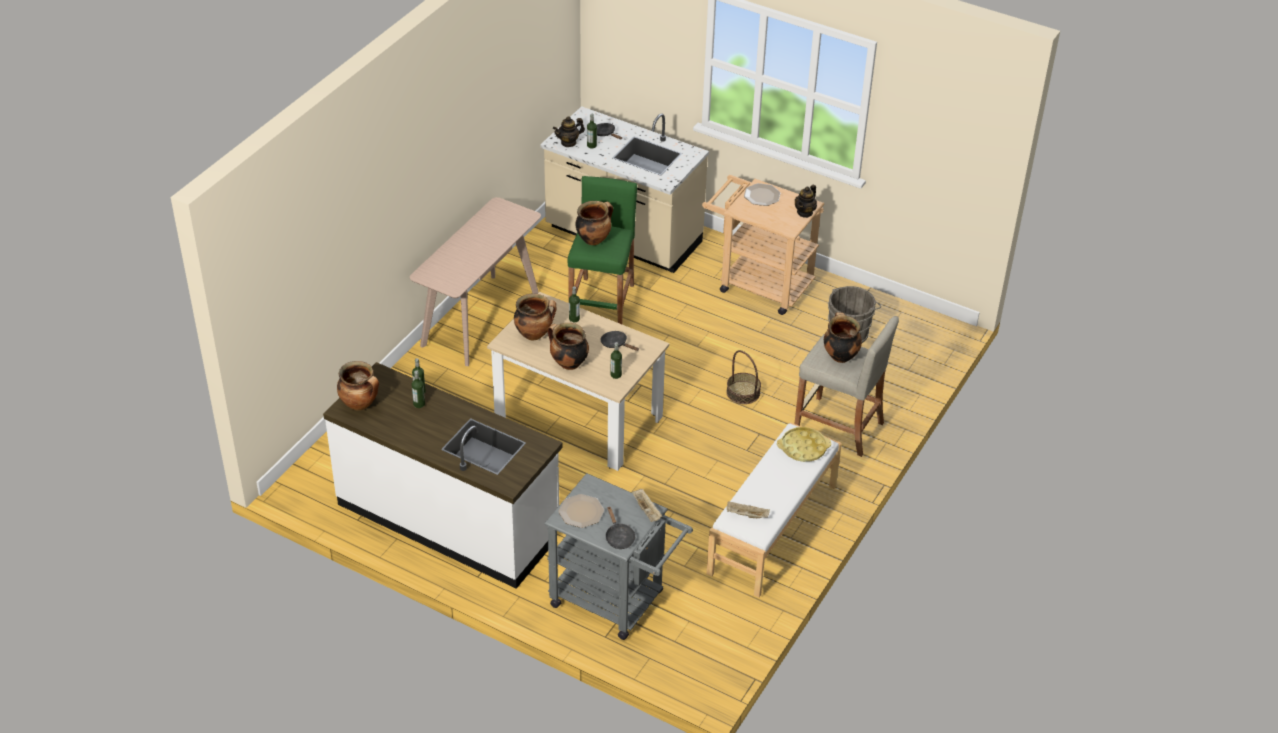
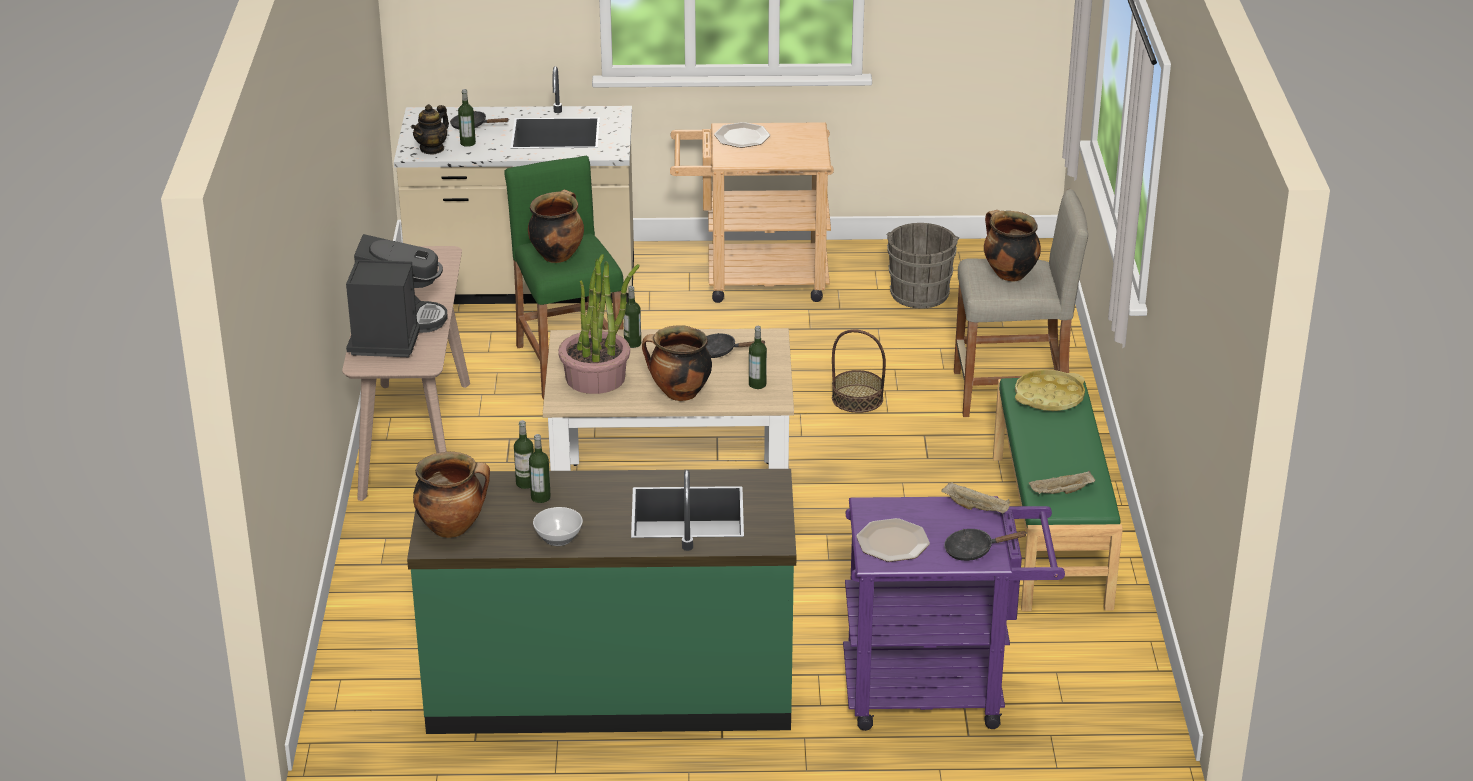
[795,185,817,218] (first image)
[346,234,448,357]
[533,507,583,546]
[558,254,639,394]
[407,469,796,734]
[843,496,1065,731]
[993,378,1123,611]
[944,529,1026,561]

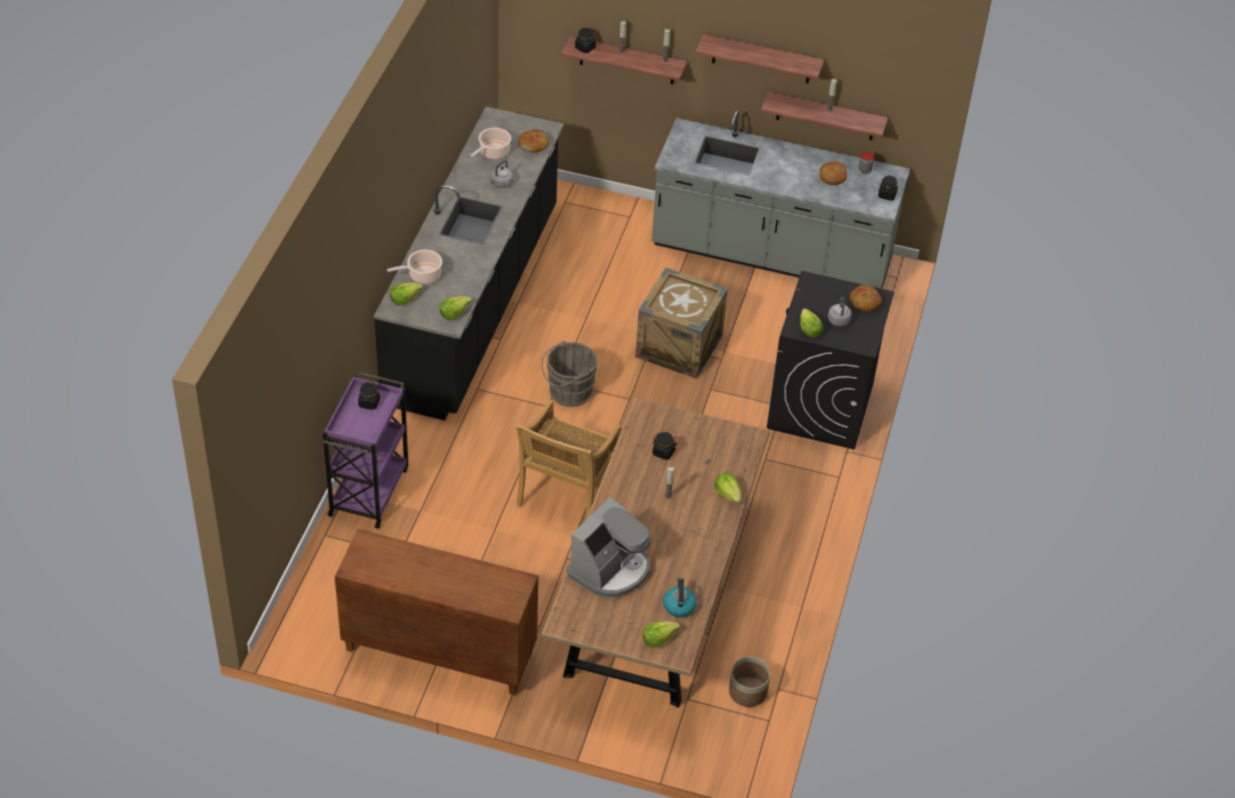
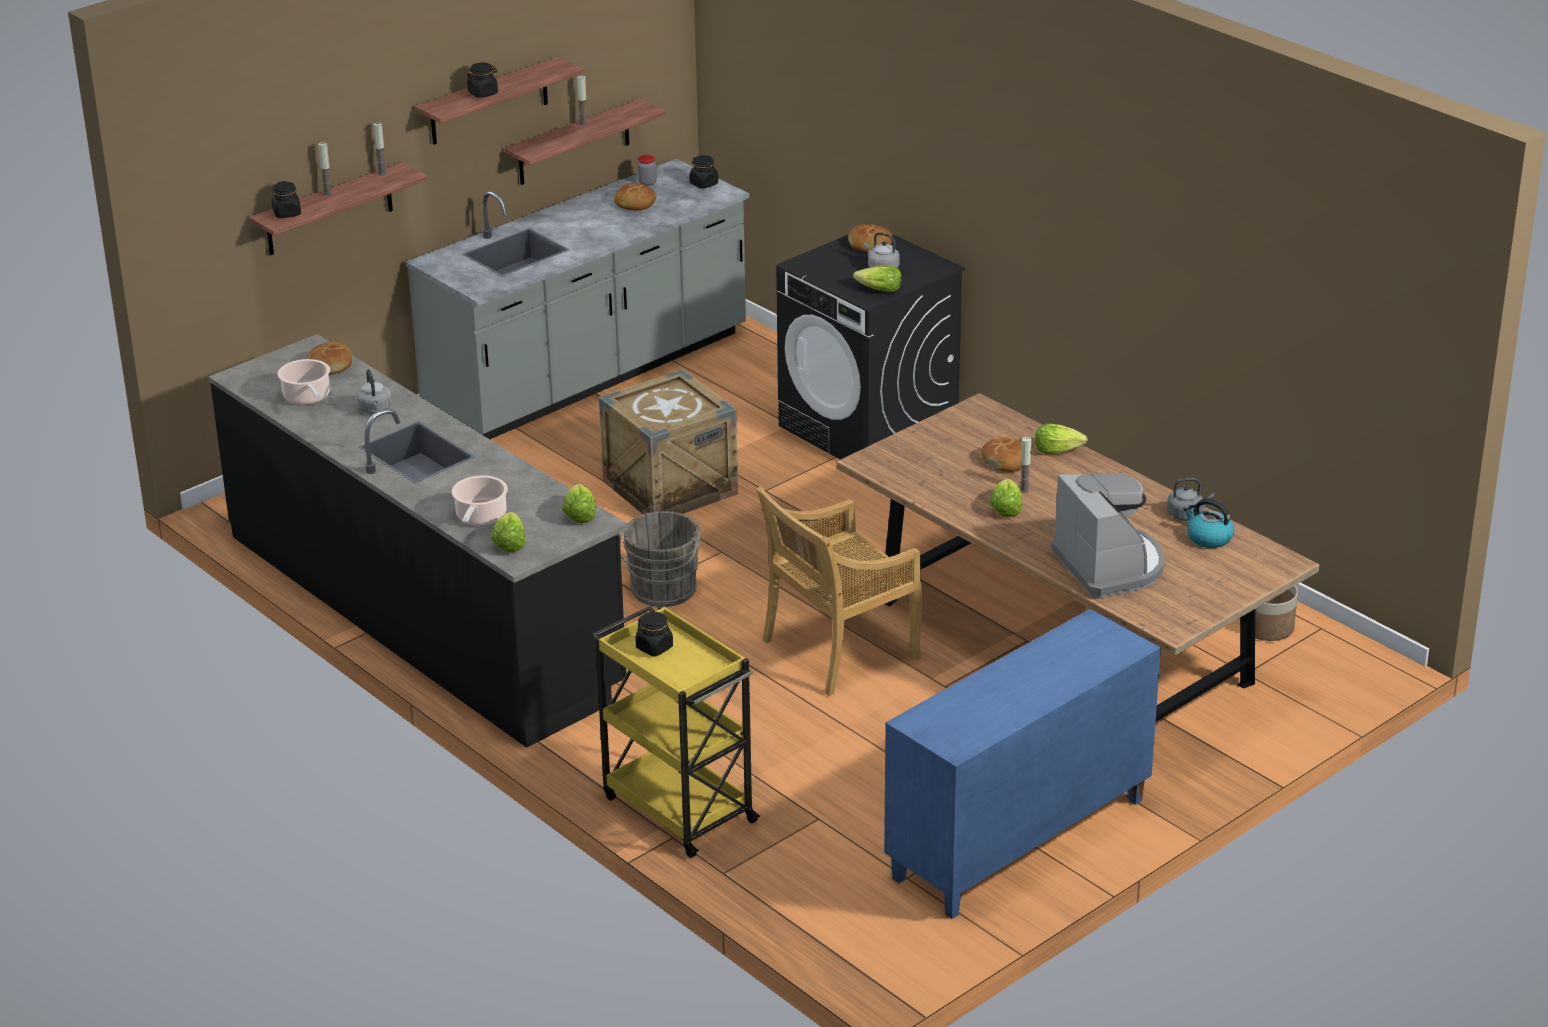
[981,437,1022,472]
[1167,478,1214,521]
[990,479,1023,517]
[467,62,498,98]
[592,604,760,858]
[884,609,1161,919]
[756,486,922,696]

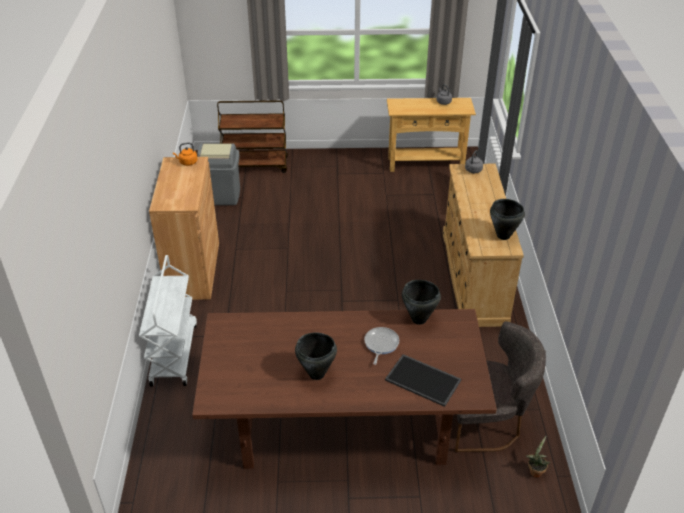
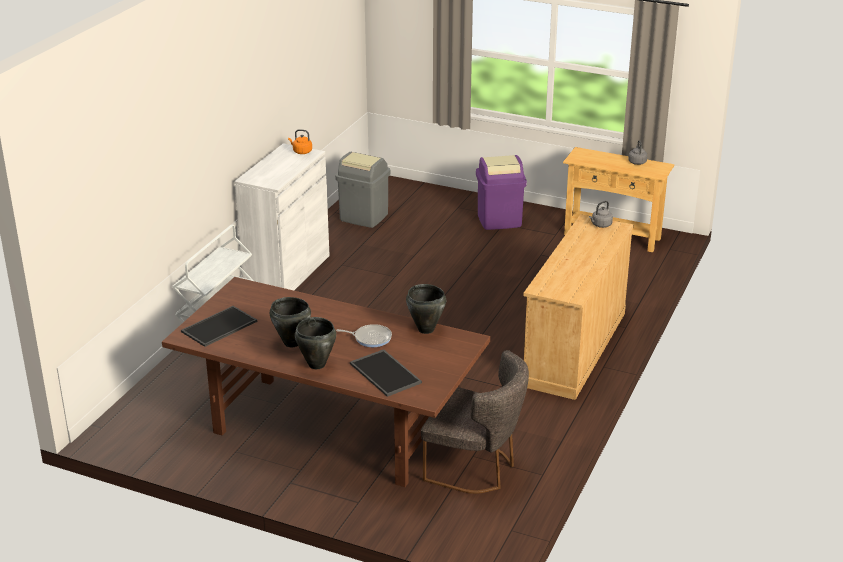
[217,100,288,173] (first image)
[526,436,550,478] (first image)
[181,306,257,347]
[476,155,527,230]
[295,317,336,369]
[234,143,330,290]
[336,324,392,347]

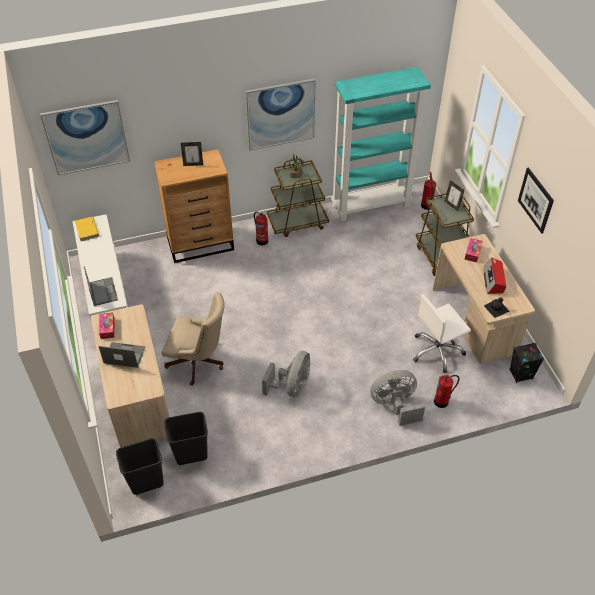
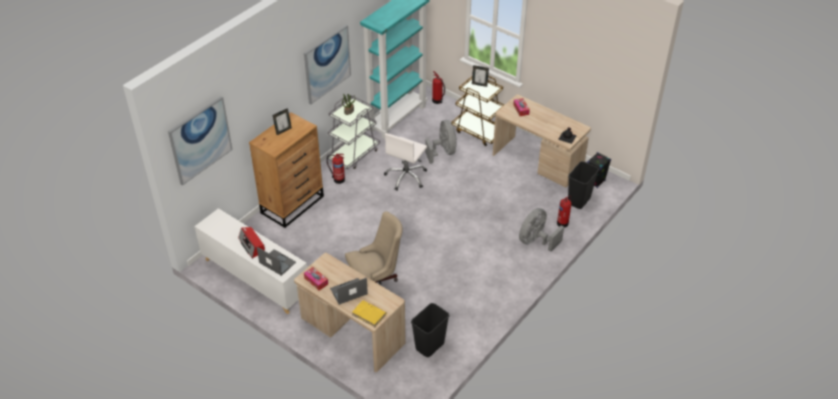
[518,167,554,234] (first image)
[352,300,387,327]
[568,161,599,209]
[425,120,457,164]
[384,133,427,190]
[238,227,265,259]
[327,96,380,169]

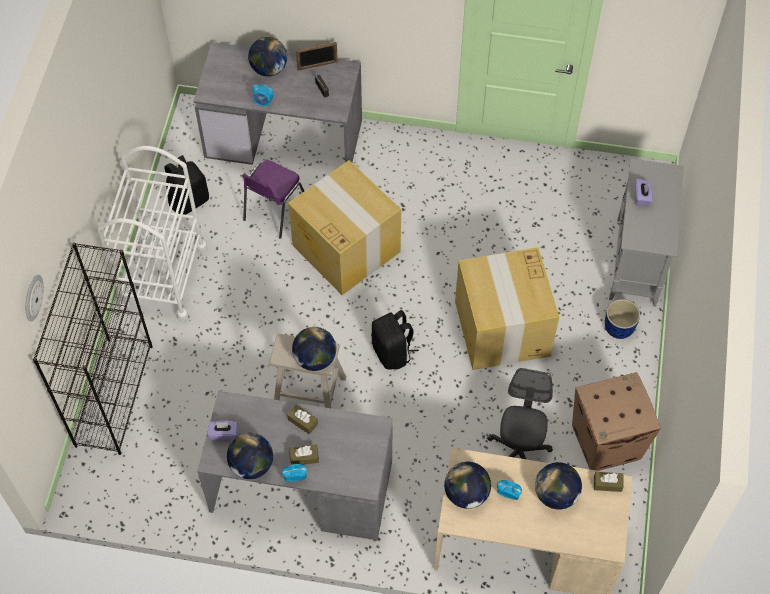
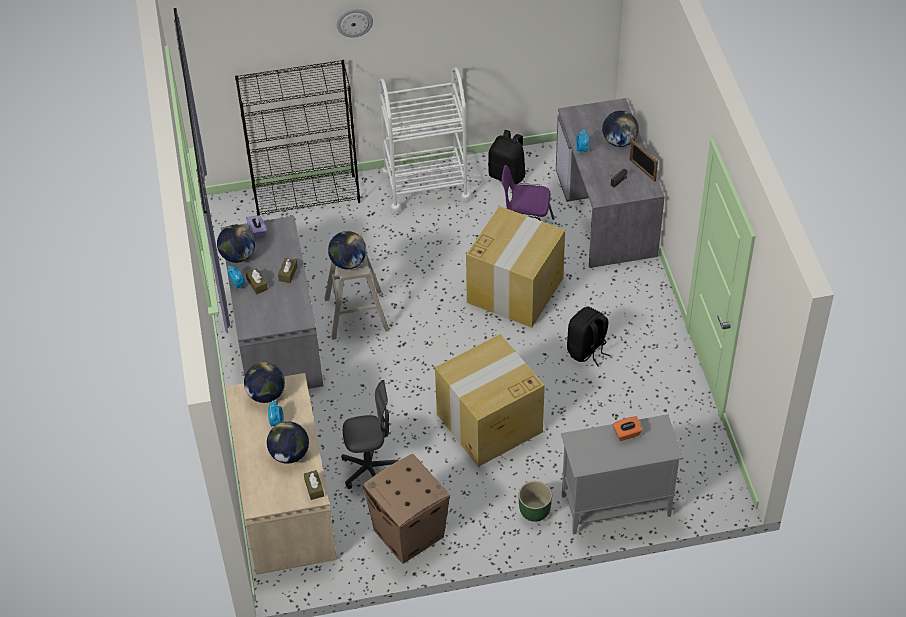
[337,9,373,37]
[567,307,611,367]
[518,481,552,522]
[613,416,642,441]

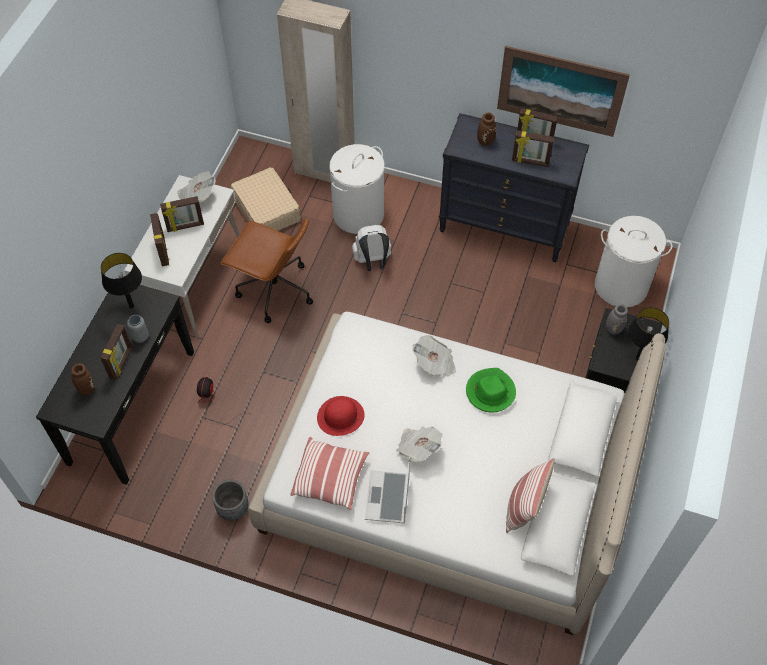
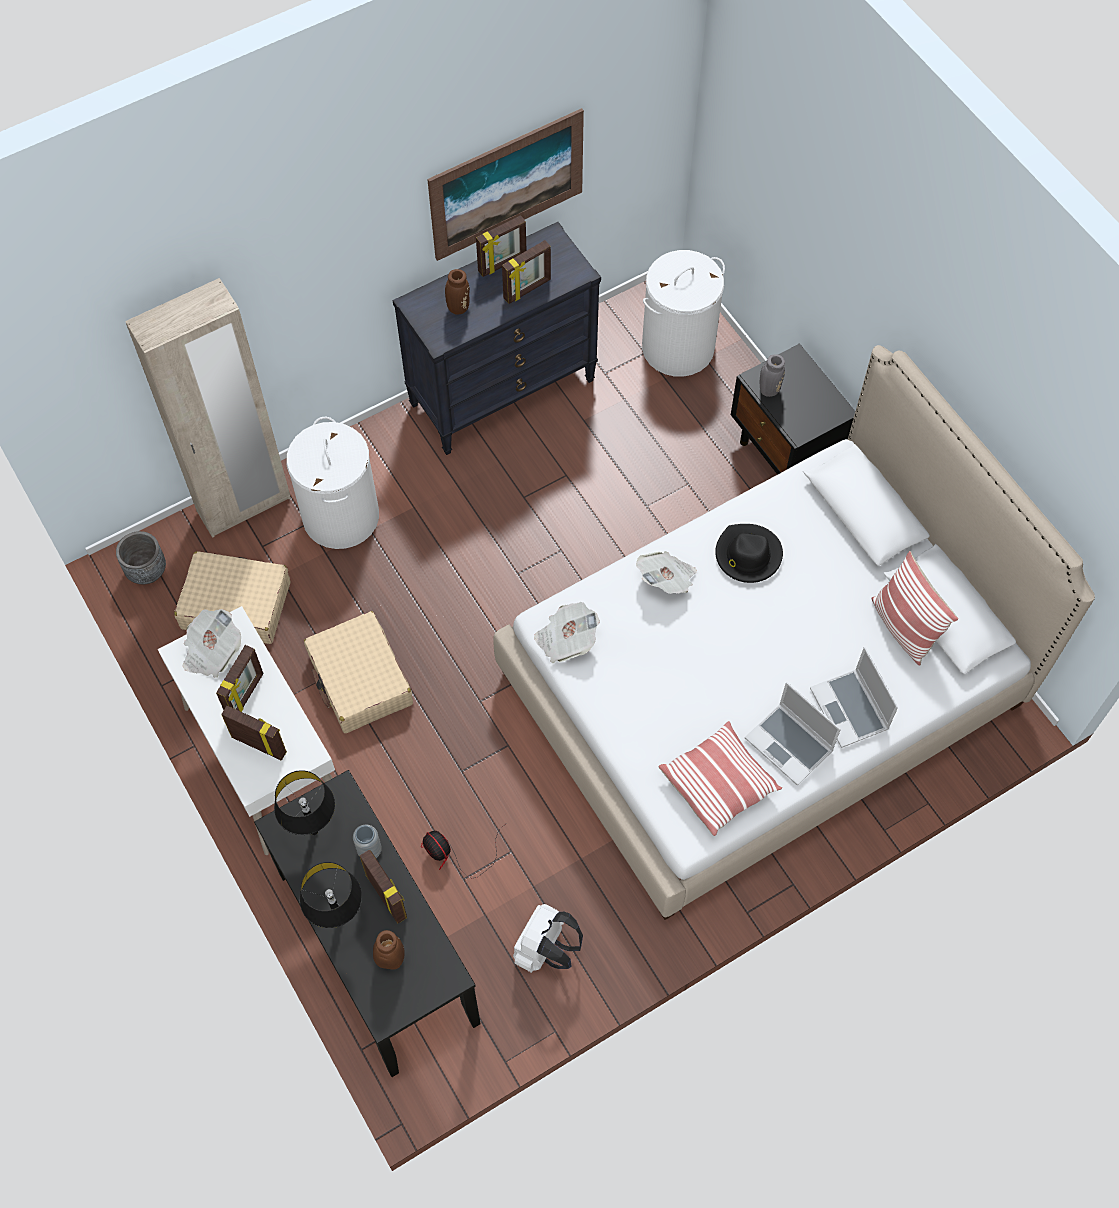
[317,396,365,436] (first image)
[810,647,898,748]
[116,531,166,584]
[513,904,583,973]
[534,602,600,663]
[300,862,362,928]
[304,611,413,733]
[715,524,783,583]

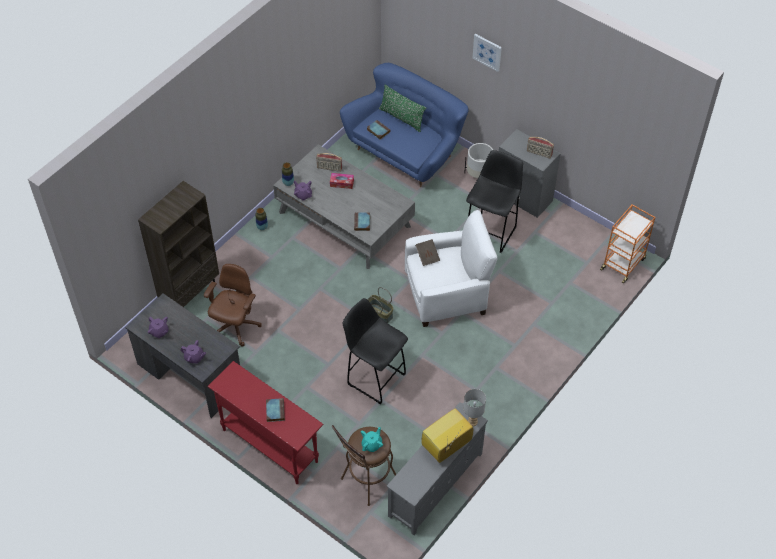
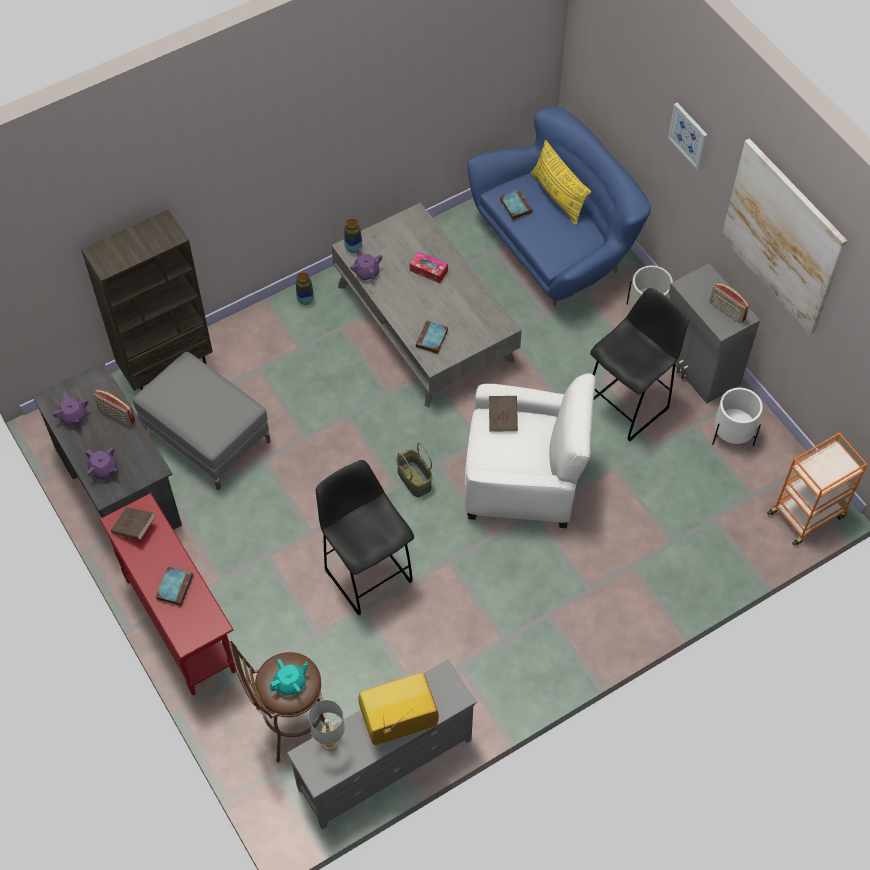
[111,507,156,540]
[712,388,763,446]
[721,139,847,335]
[93,389,135,426]
[308,700,345,750]
[133,351,271,490]
[531,140,591,225]

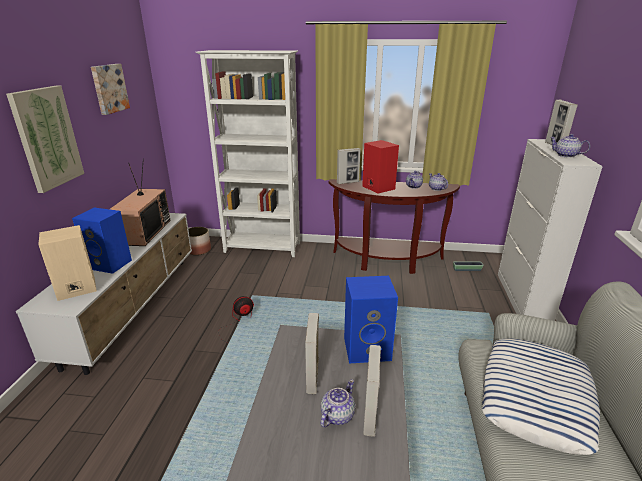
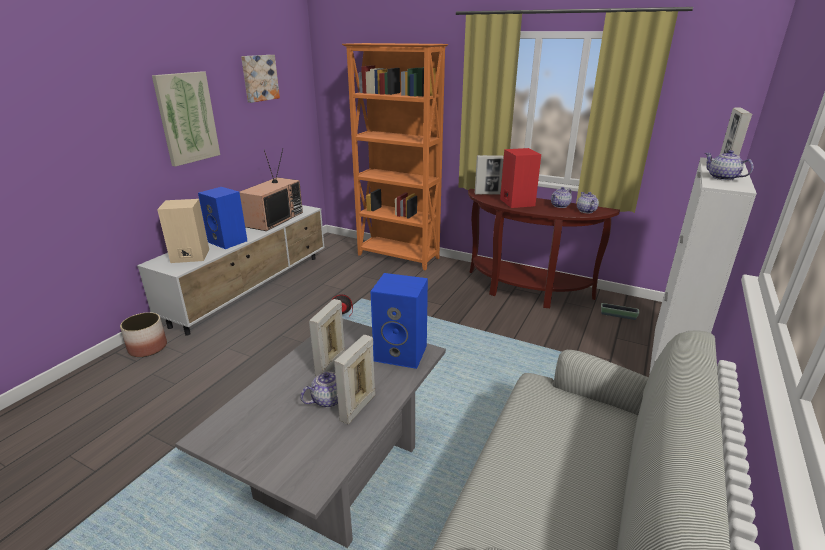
[482,338,600,455] (first image)
[120,312,167,357]
[342,43,448,270]

